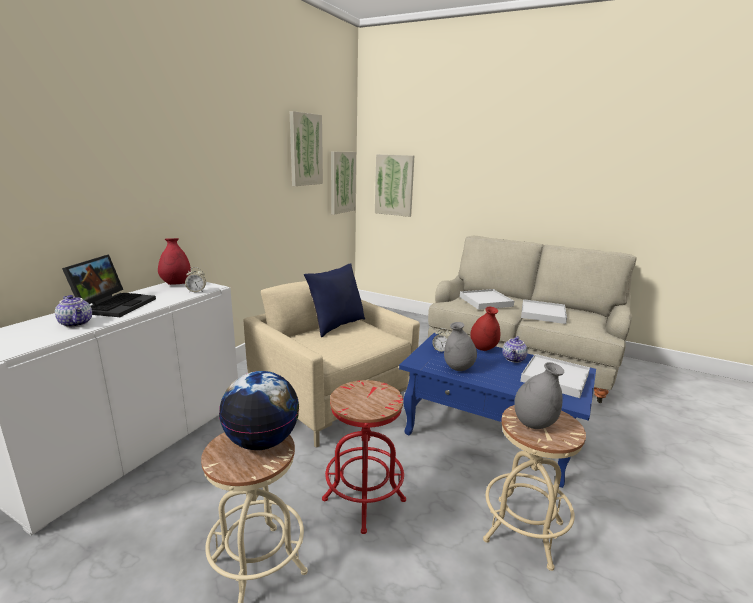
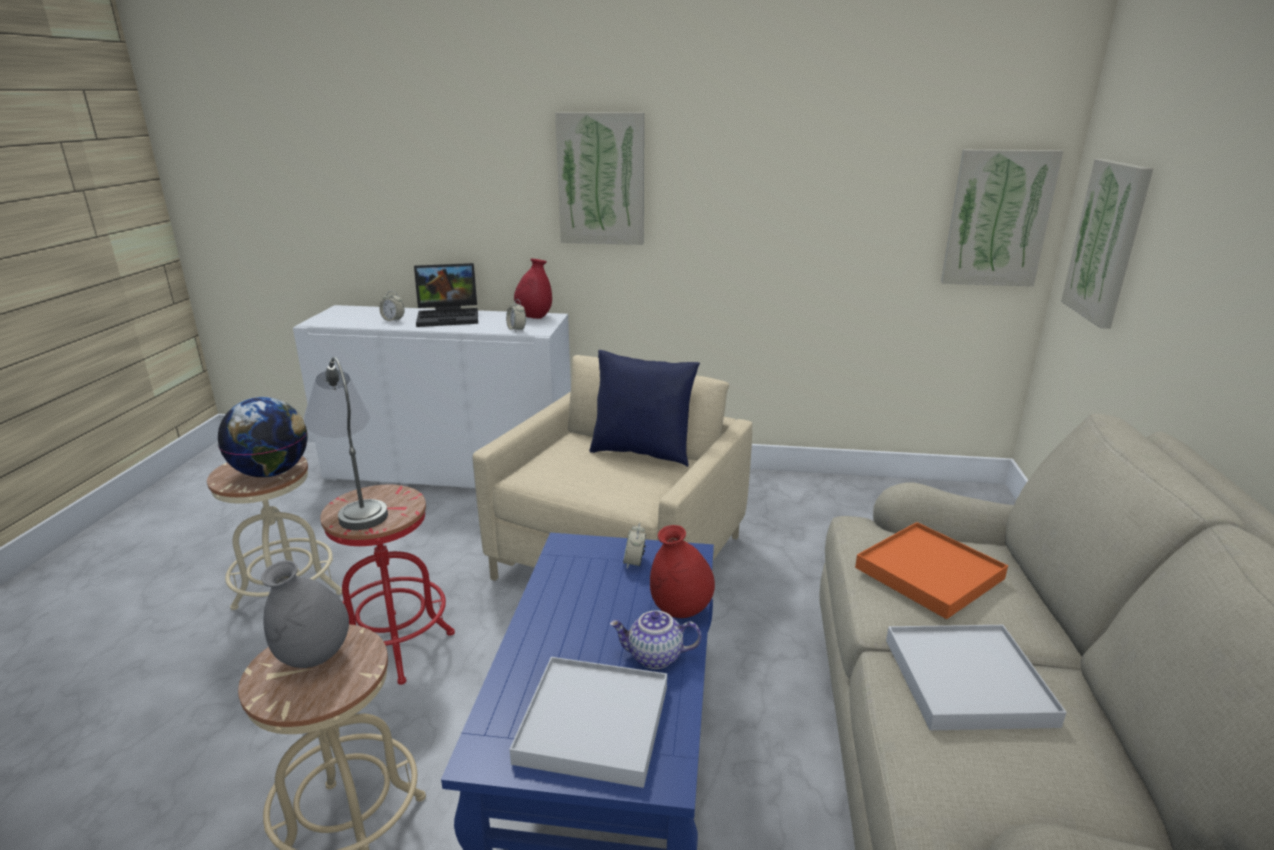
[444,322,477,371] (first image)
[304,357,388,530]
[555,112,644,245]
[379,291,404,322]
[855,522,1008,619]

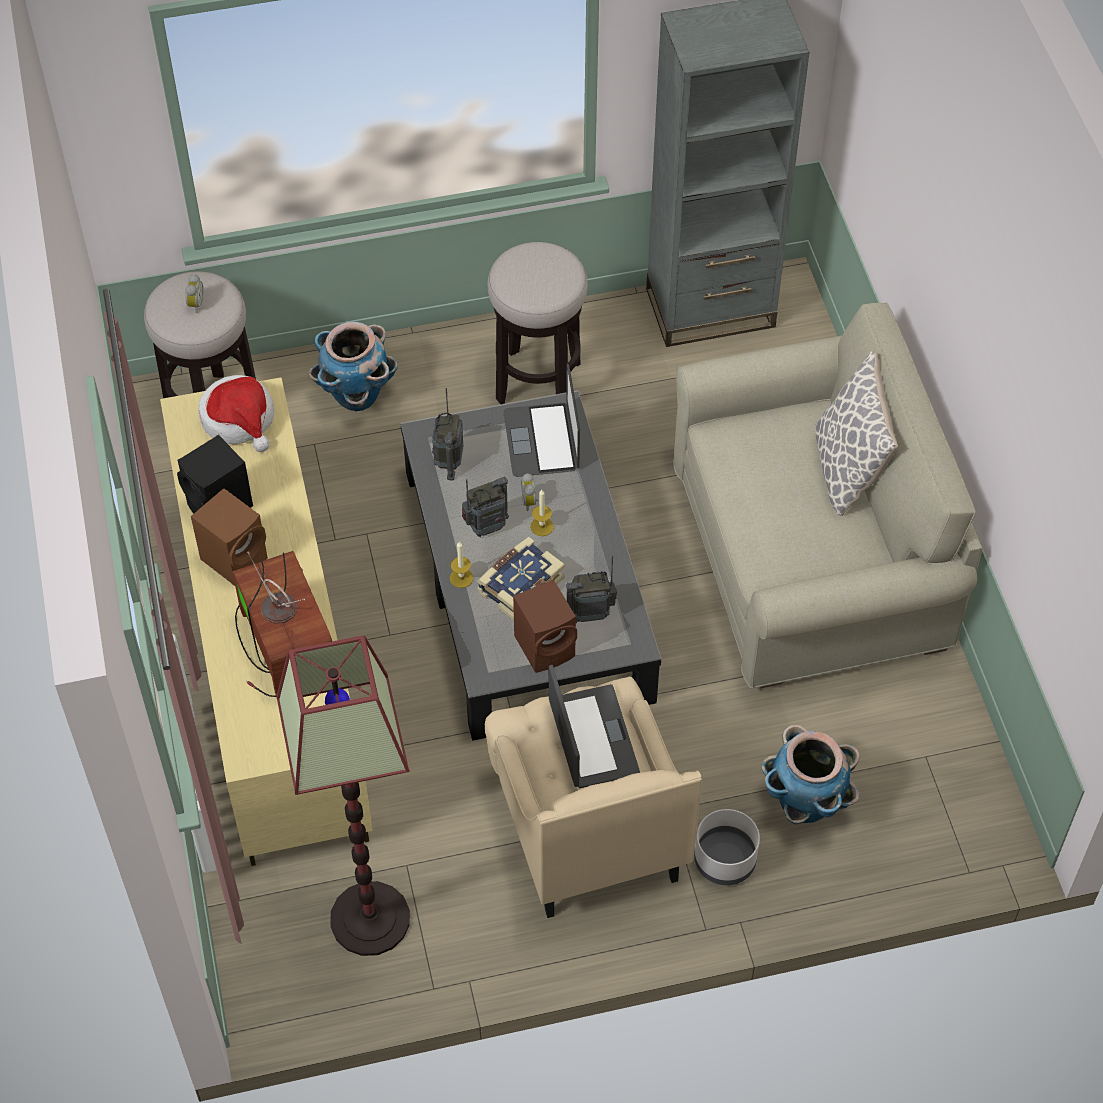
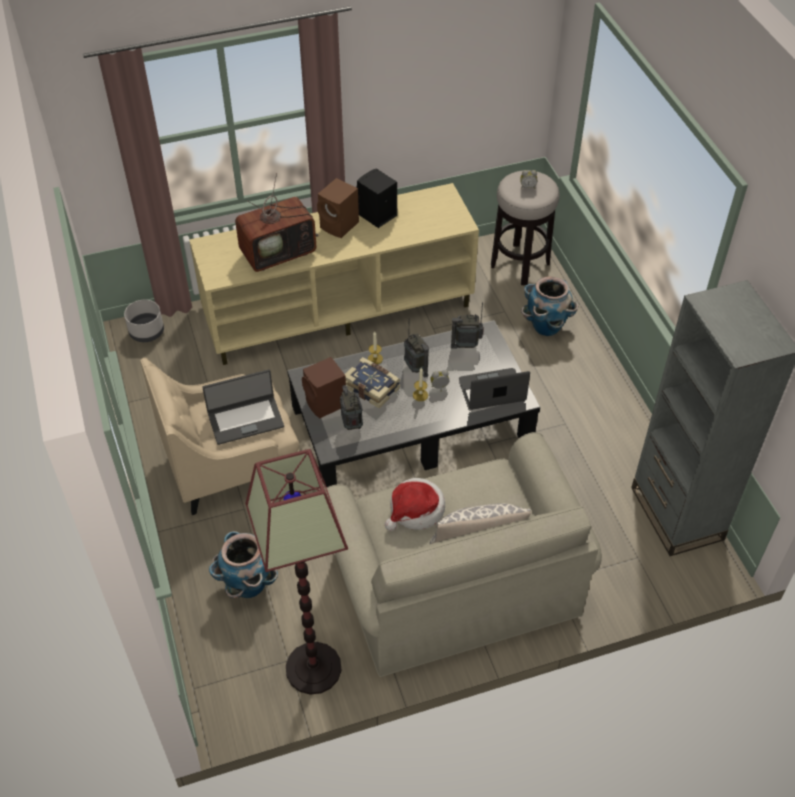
[488,242,588,404] (first image)
[385,478,445,531]
[245,449,348,695]
[124,300,164,342]

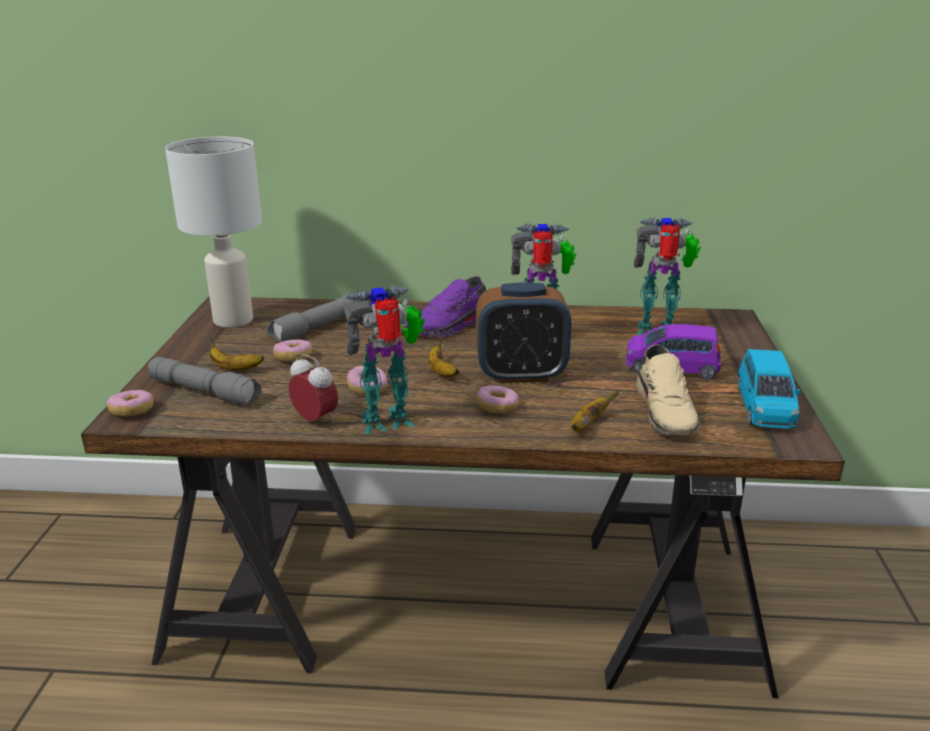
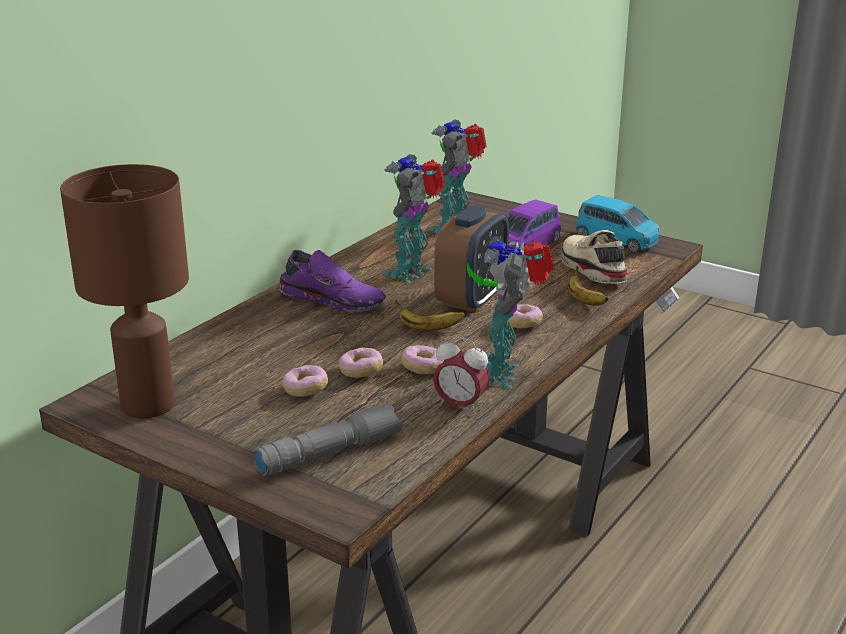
[210,338,264,370] (first image)
[267,293,359,342] (first image)
[339,348,383,378]
[60,164,189,418]
[433,336,490,414]
[278,250,386,313]
[561,230,628,284]

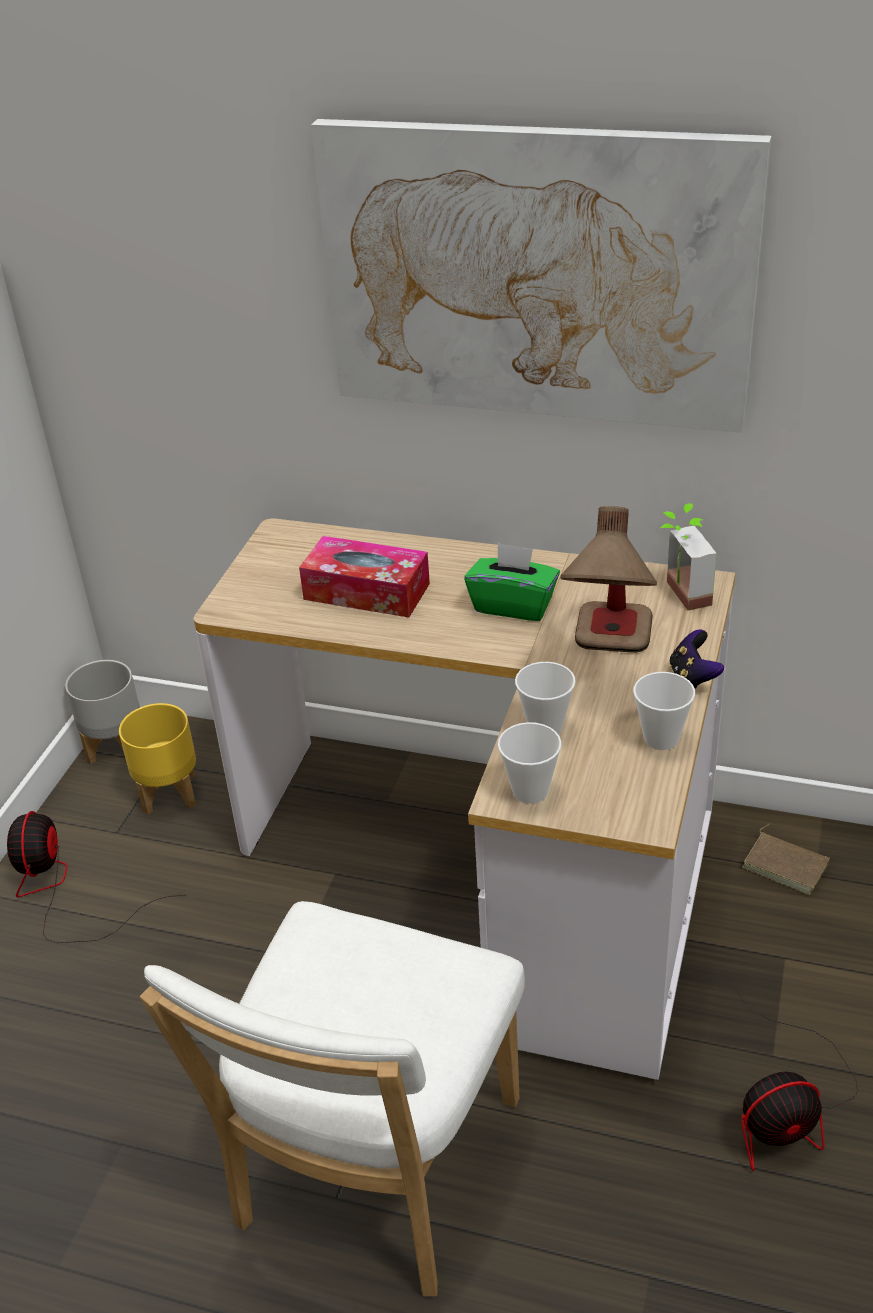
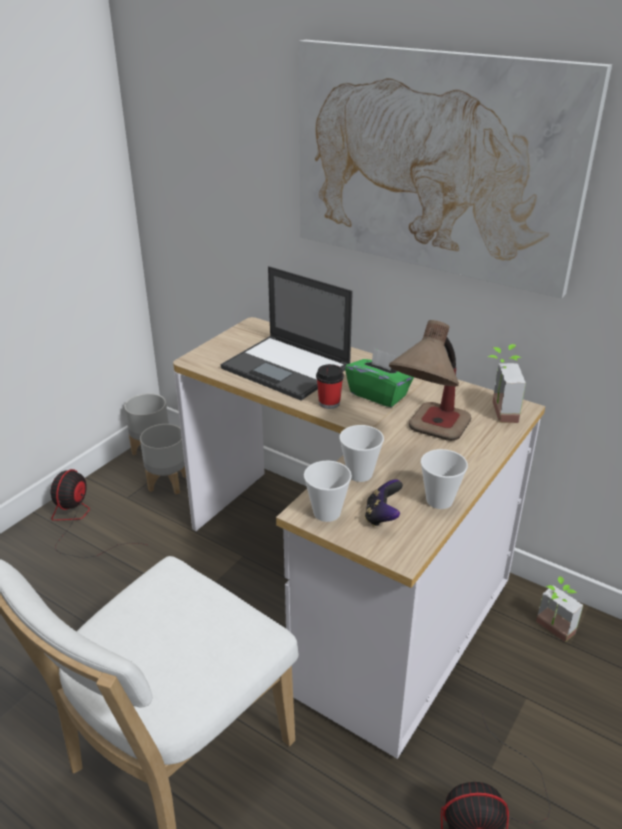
[316,364,344,409]
[365,479,403,527]
[221,266,353,400]
[536,576,583,643]
[140,424,186,494]

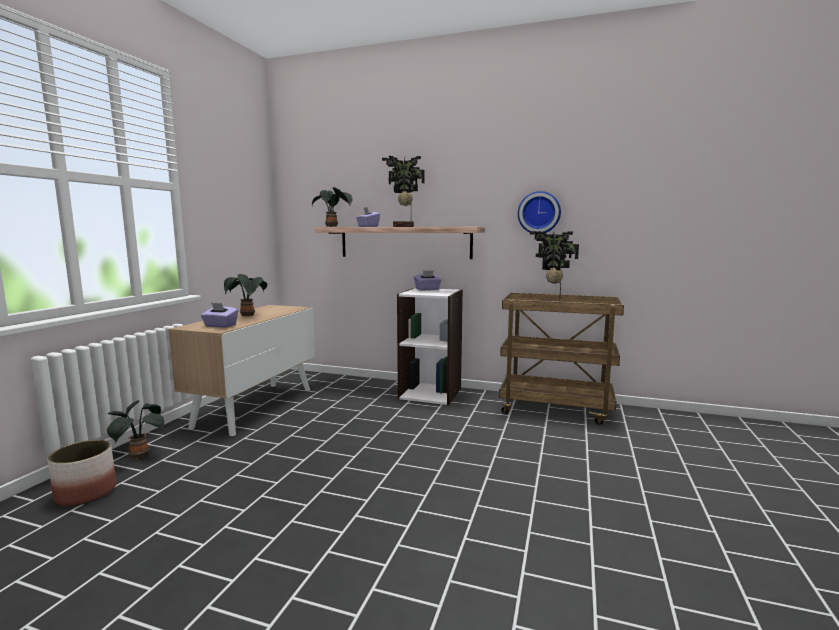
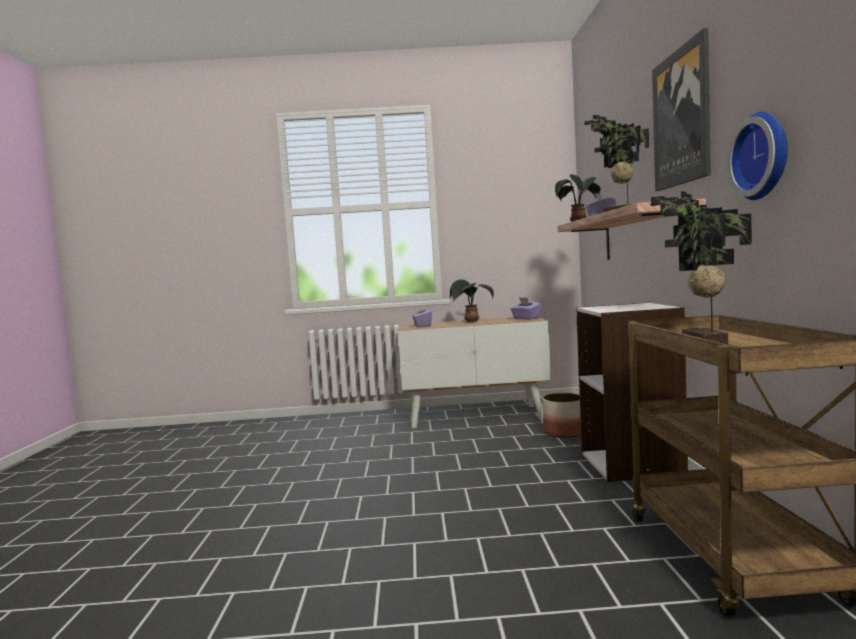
[107,400,164,460] (first image)
[652,28,711,191]
[542,393,581,438]
[510,297,542,320]

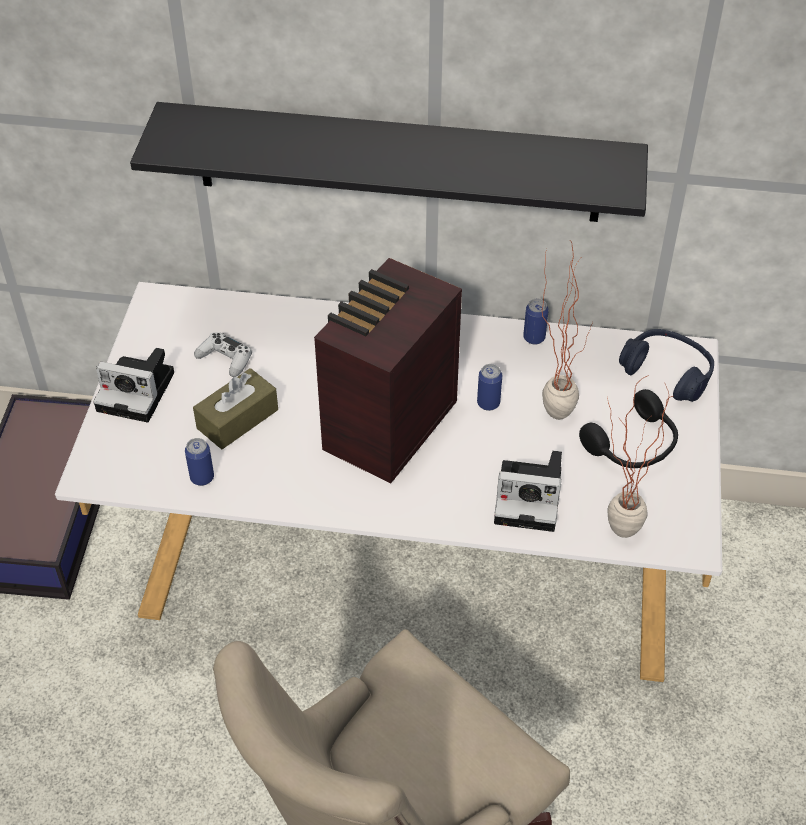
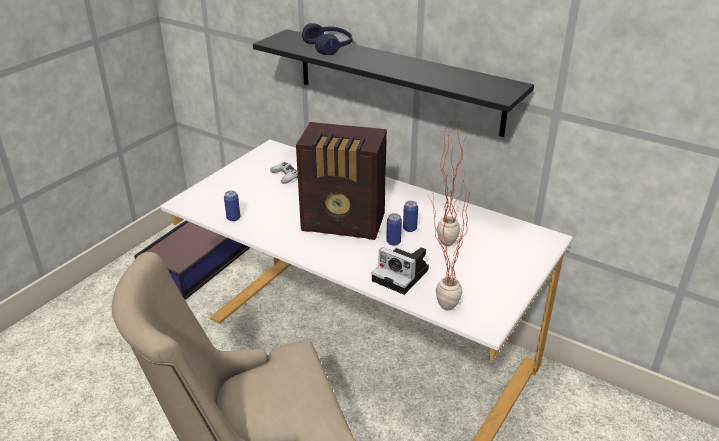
[93,348,174,423] (first image)
[193,368,278,449] (first image)
[579,389,678,468] (first image)
[386,213,402,246]
[302,23,352,55]
[296,122,387,240]

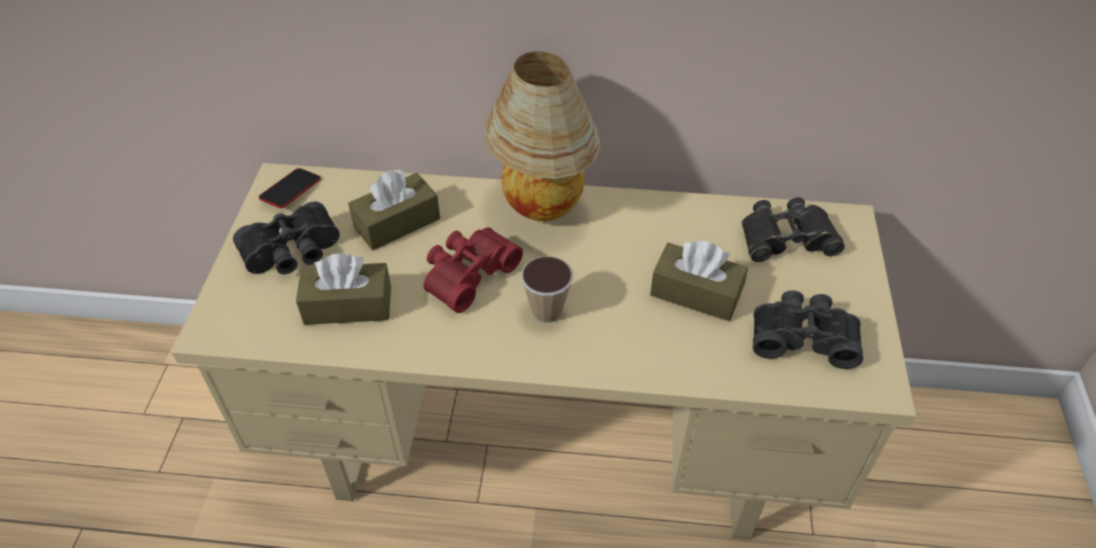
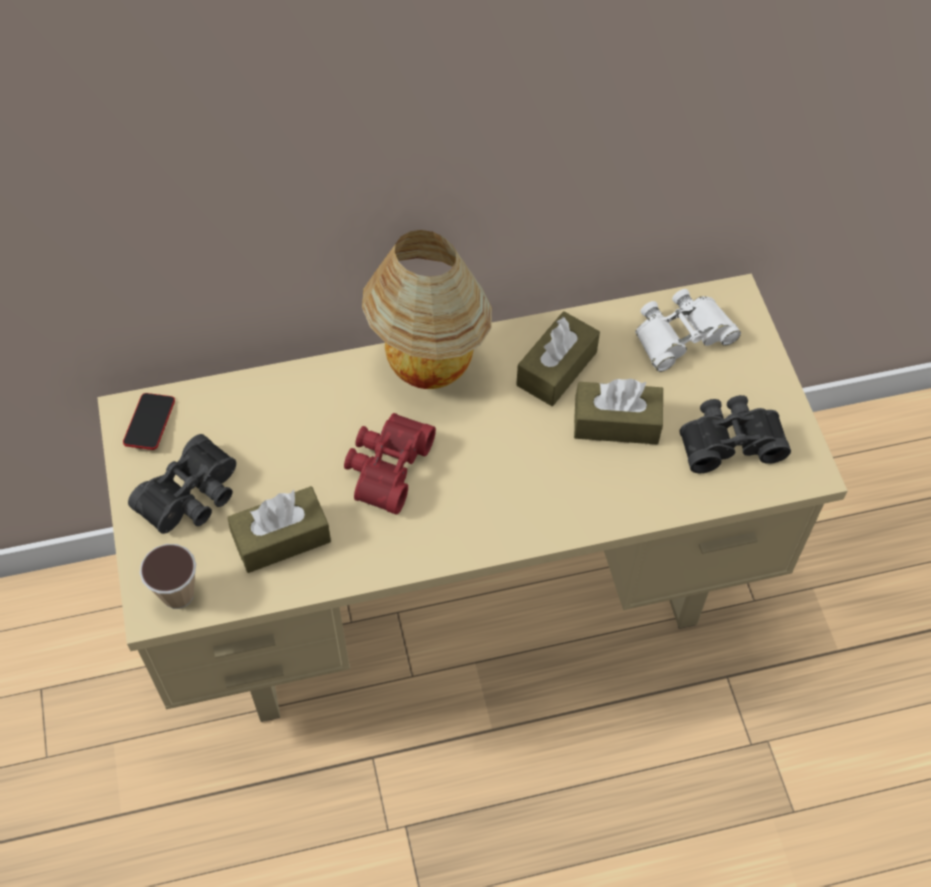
[516,311,600,406]
[140,544,196,609]
[635,289,741,372]

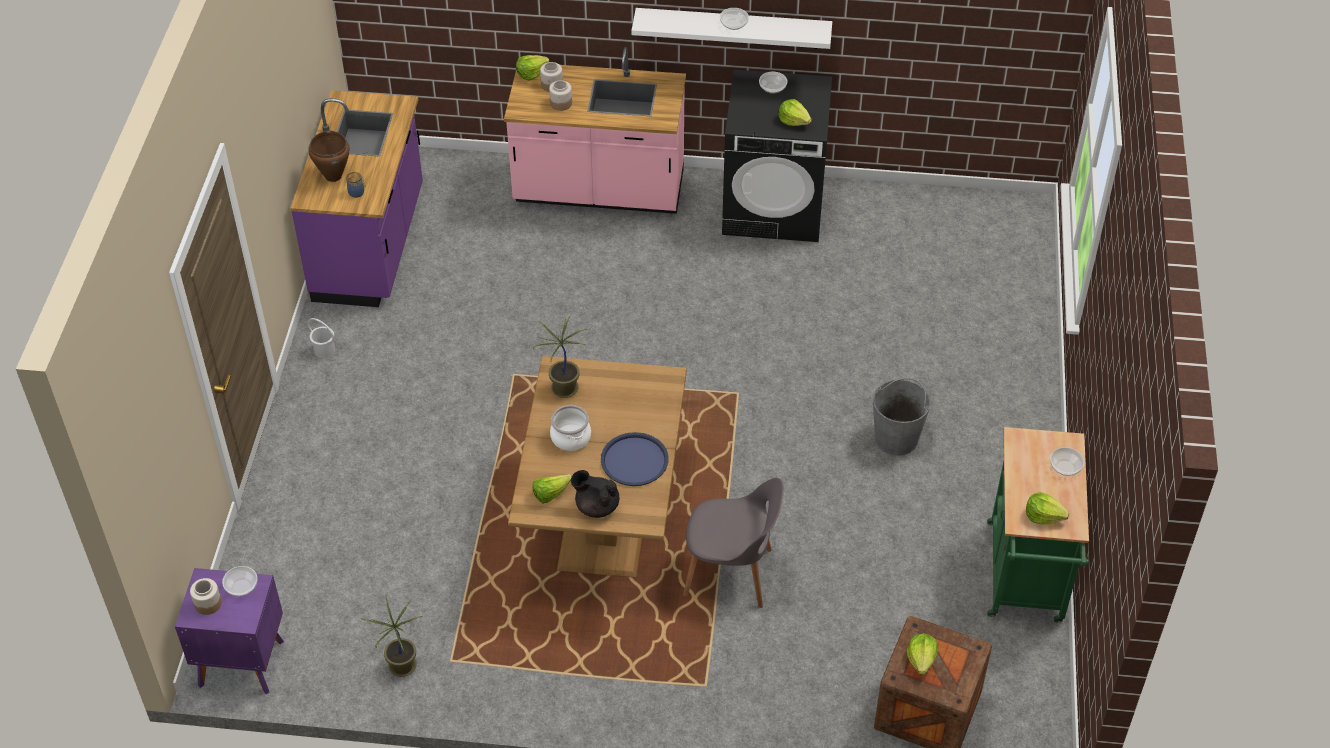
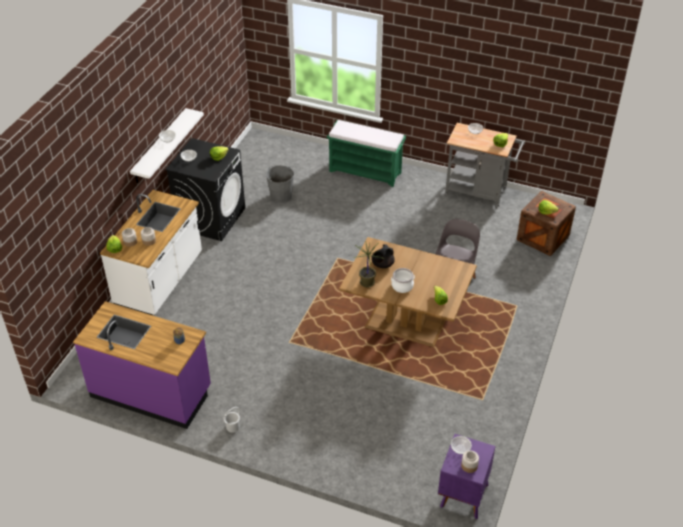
[308,131,350,182] (first image)
[362,598,423,677] (first image)
[601,432,669,486] (first image)
[327,120,406,187]
[371,244,395,268]
[266,165,294,203]
[100,190,202,315]
[445,123,525,208]

